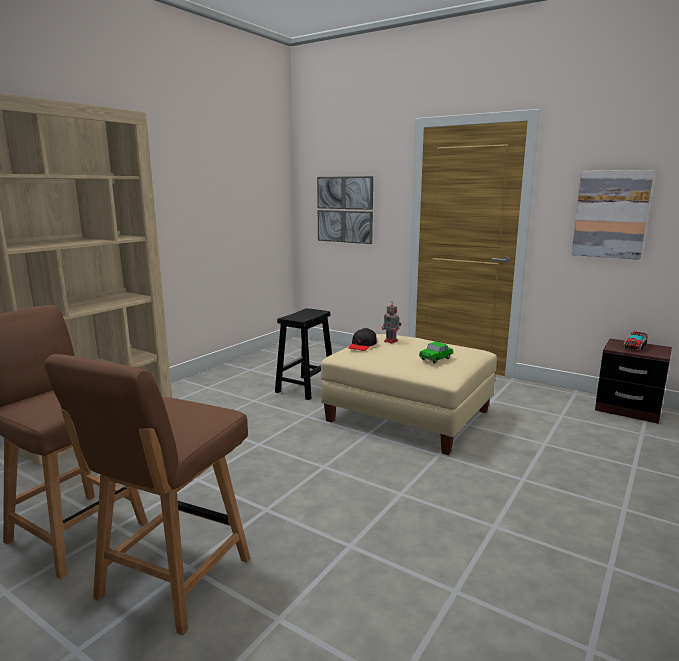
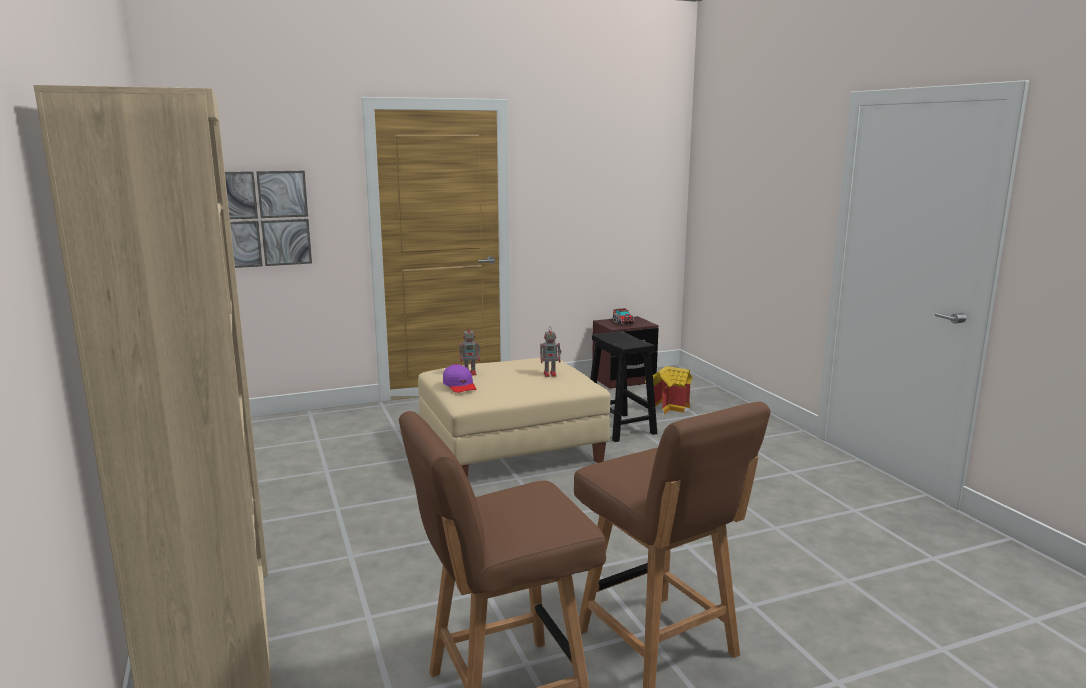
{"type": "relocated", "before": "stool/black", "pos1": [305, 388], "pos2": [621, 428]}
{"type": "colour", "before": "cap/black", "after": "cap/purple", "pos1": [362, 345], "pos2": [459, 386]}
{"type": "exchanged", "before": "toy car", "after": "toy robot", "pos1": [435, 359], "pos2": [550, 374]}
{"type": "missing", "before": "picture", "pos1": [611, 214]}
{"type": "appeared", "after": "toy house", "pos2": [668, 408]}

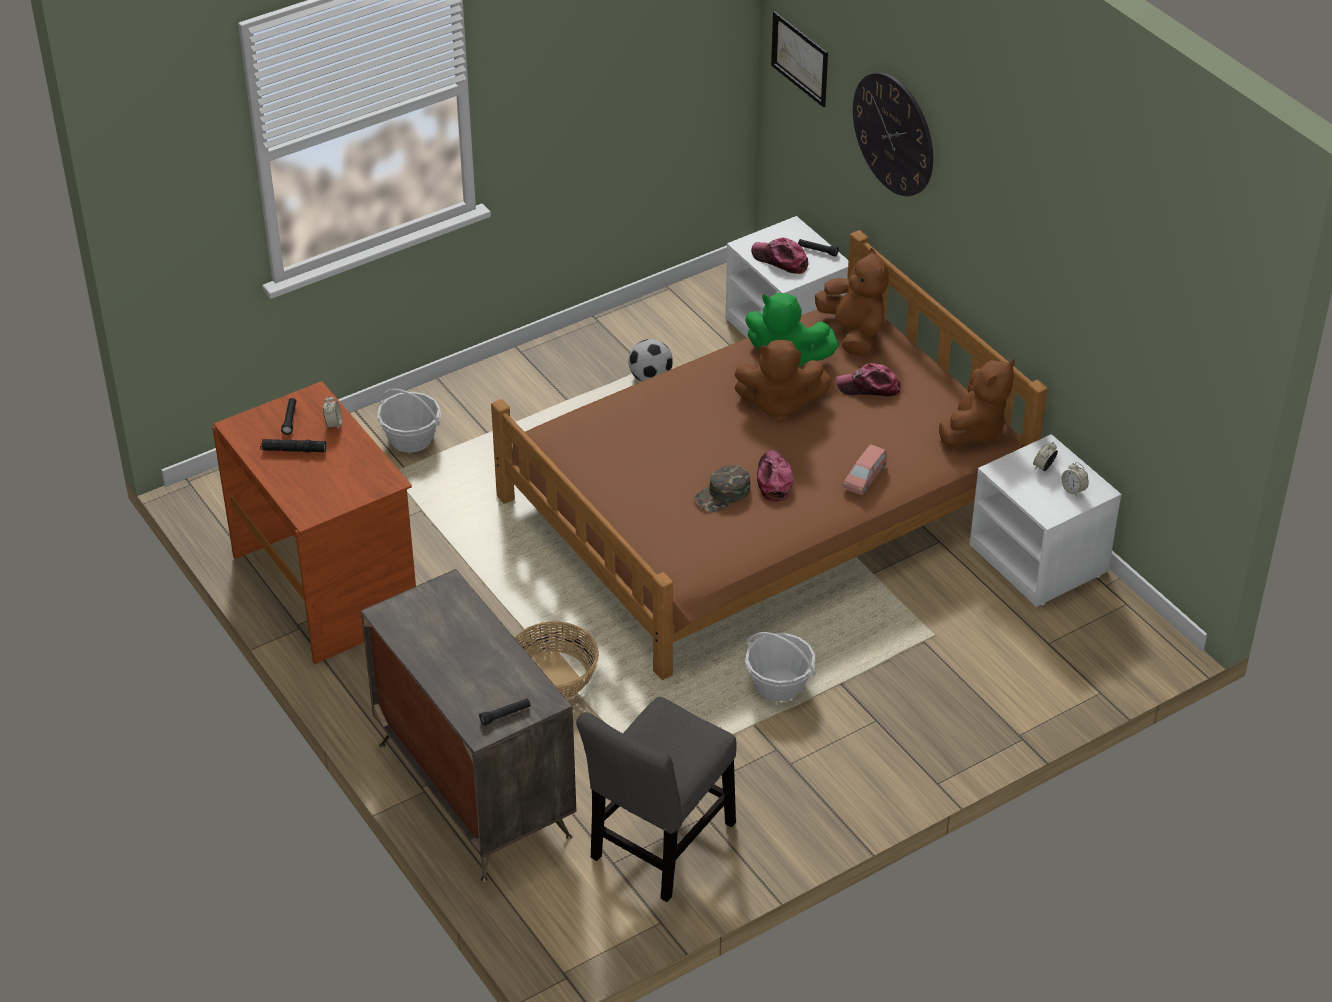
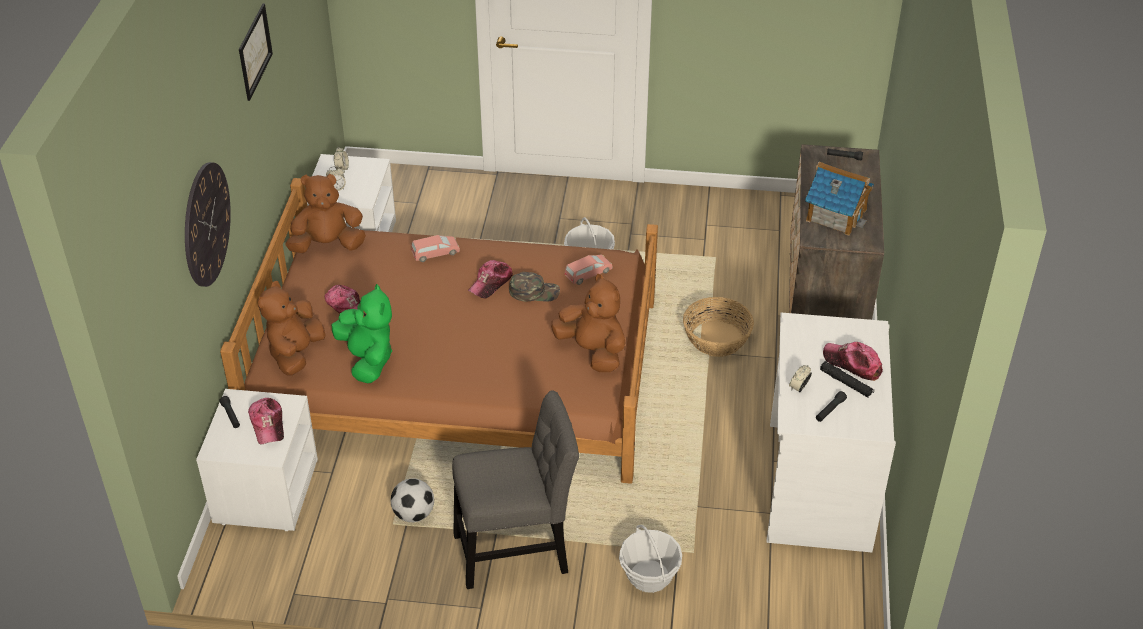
{"type": "colour", "before": "desk/brown", "after": "desk/white", "pos1": [327, 586], "pos2": [816, 485]}
{"type": "relocated", "before": "chair/grey", "pos1": [659, 846], "pos2": [517, 550]}
{"type": "relocated", "before": "plush toy/brown", "pos1": [779, 405], "pos2": [592, 351]}
{"type": "relocated", "before": "picture", "pos1": [800, 58], "pos2": [255, 51]}
{"type": "appeared", "after": "toy car/pink", "pos2": [588, 274]}
{"type": "appeared", "after": "toy house", "pos2": [836, 215]}
{"type": "appeared", "after": "cap", "pos2": [852, 364]}

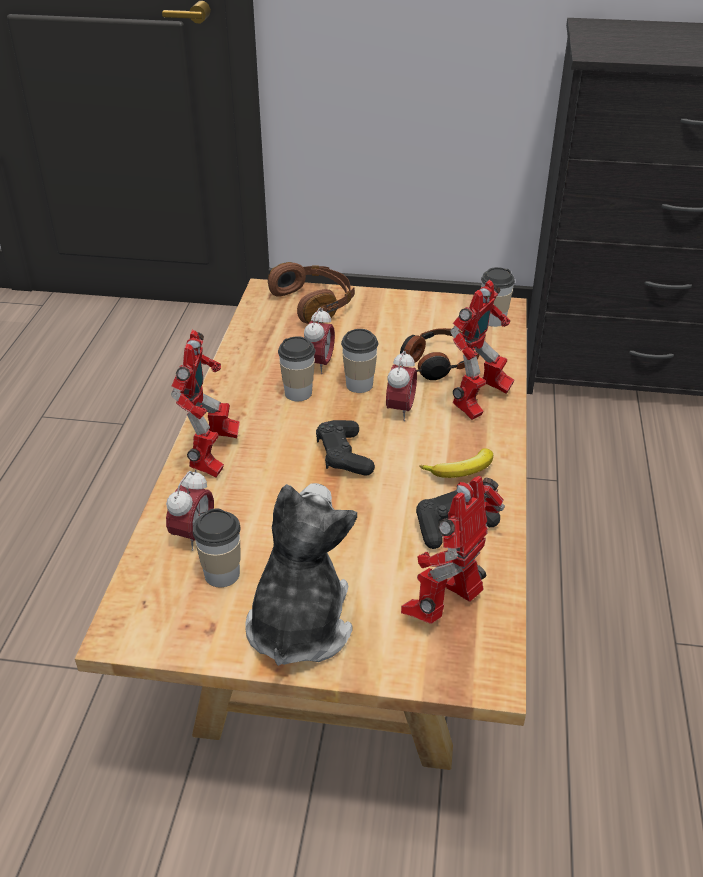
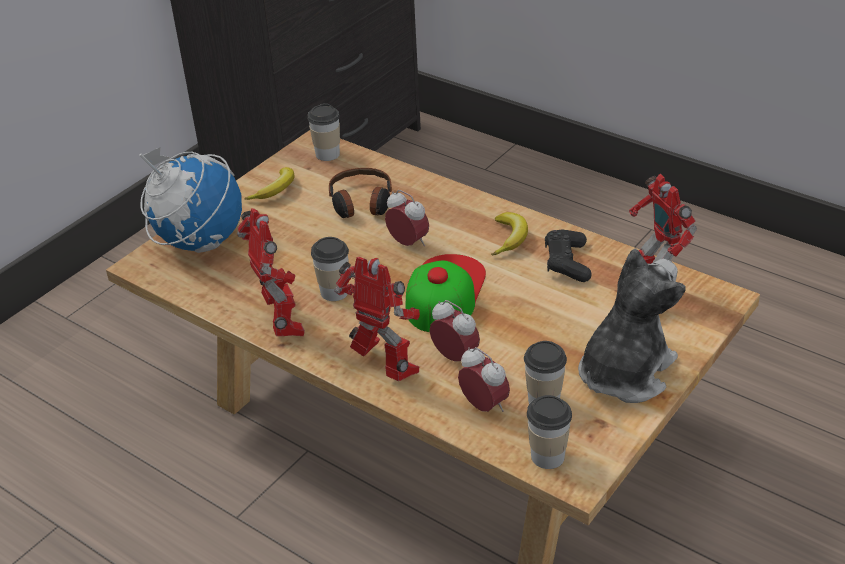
{"type": "spun", "before": "plush toy", "pos1": [299, 624], "pos2": [624, 372], "turn": 90}
{"type": "exchanged", "before": "headphones/brown", "after": "globe", "pos1": [314, 303], "pos2": [199, 241]}
{"type": "relocated", "before": "alarm clock", "pos1": [319, 364], "pos2": [455, 357]}
{"type": "exchanged", "before": "game controller/black", "after": "cap", "pos1": [343, 456], "pos2": [444, 292]}
{"type": "relocated", "before": "cup", "pos1": [359, 385], "pos2": [547, 456]}
{"type": "relocated", "before": "toy robot", "pos1": [478, 403], "pos2": [282, 323]}
{"type": "appeared", "after": "banana", "pos2": [276, 190]}

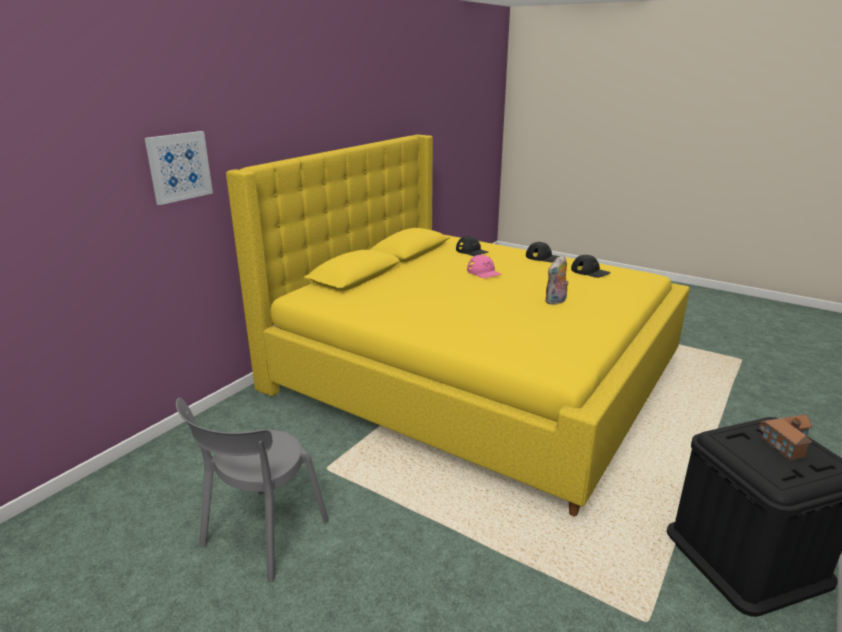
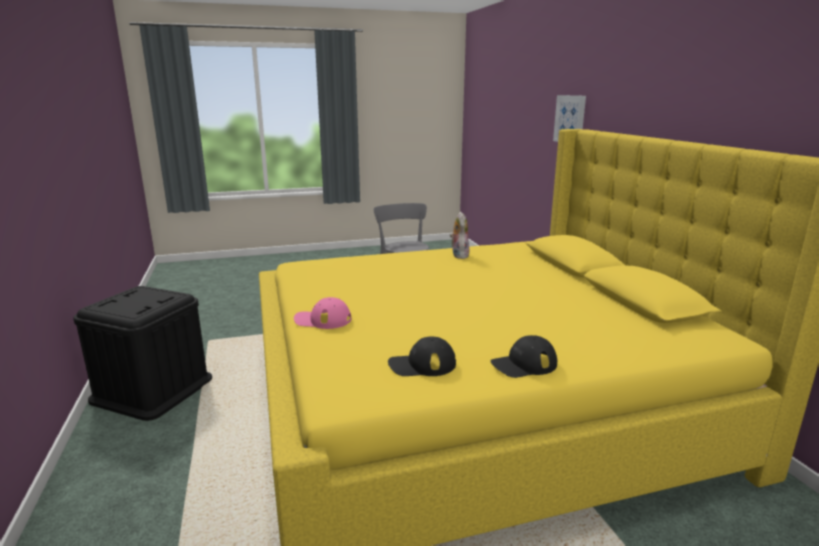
{"type": "missing", "before": "cap/black", "pos1": [472, 251]}
{"type": "relocated", "before": "cap/pink", "pos1": [484, 272], "pos2": [322, 320]}
{"type": "relocated", "before": "plush toy", "pos1": [556, 301], "pos2": [459, 255]}
{"type": "missing", "before": "toy house", "pos1": [784, 442]}

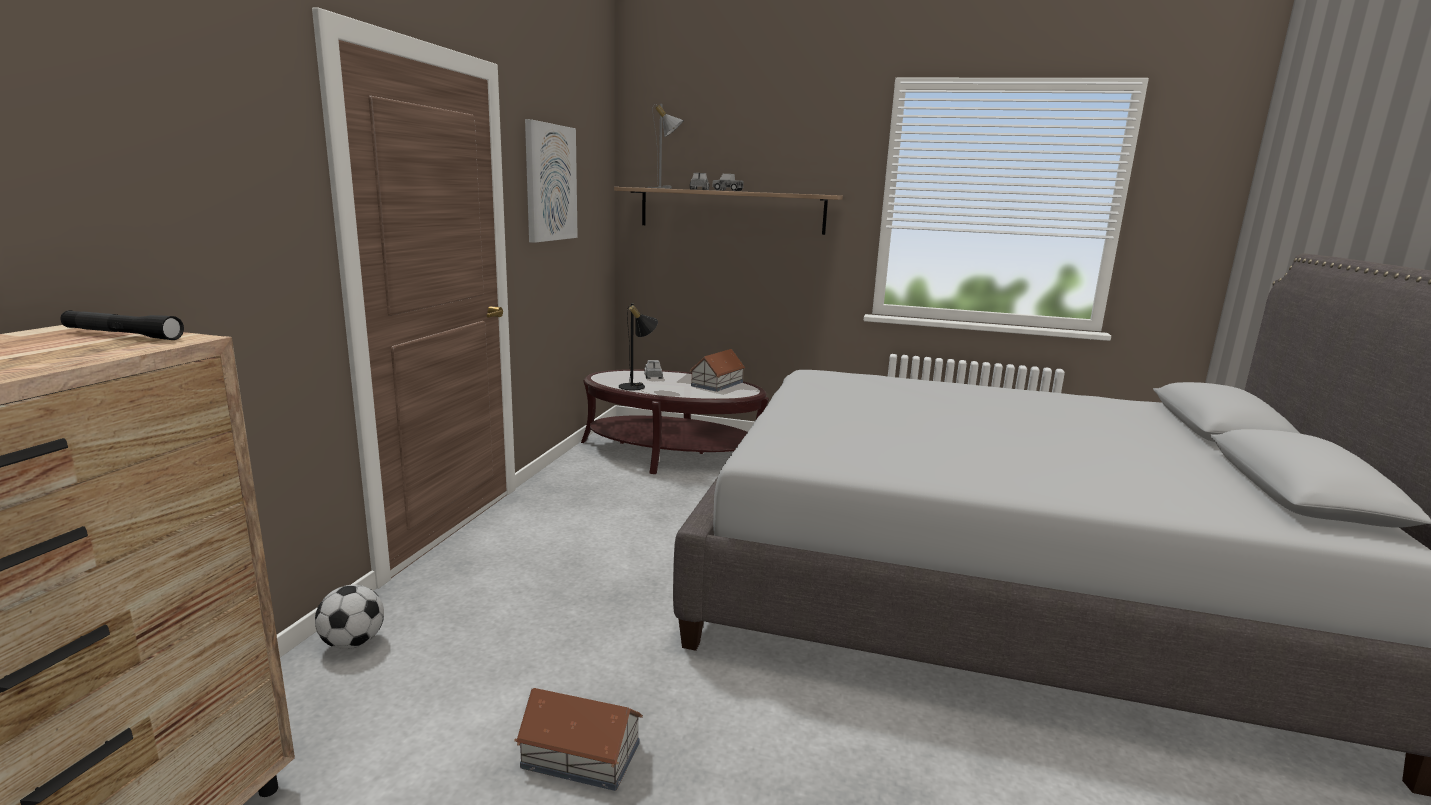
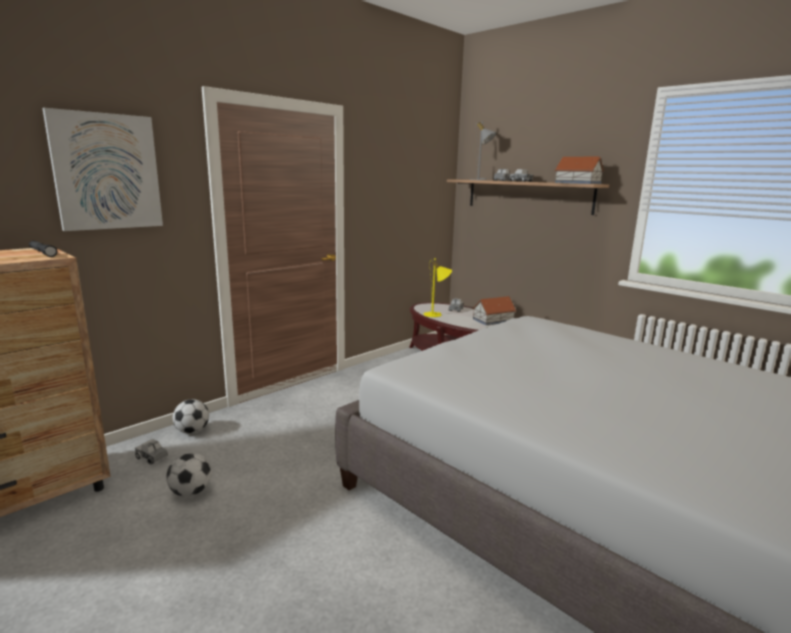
{"type": "relocated", "before": "toy house", "pos1": [582, 755], "pos2": [577, 183]}
{"type": "relocated", "before": "picture", "pos1": [550, 183], "pos2": [107, 172]}
{"type": "colour", "before": "table lamp/black", "after": "table lamp/yellow", "pos1": [637, 386], "pos2": [436, 315]}
{"type": "appeared", "after": "toy truck", "pos2": [152, 457]}
{"type": "appeared", "after": "football", "pos2": [191, 492]}

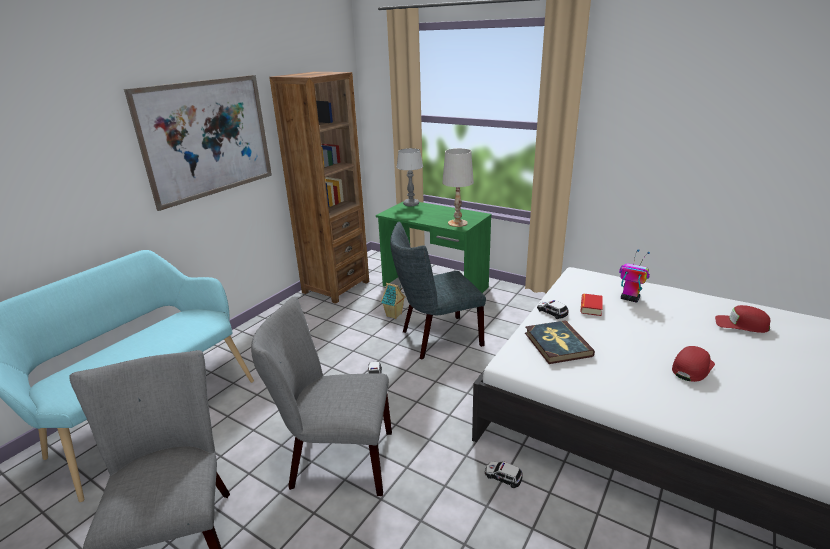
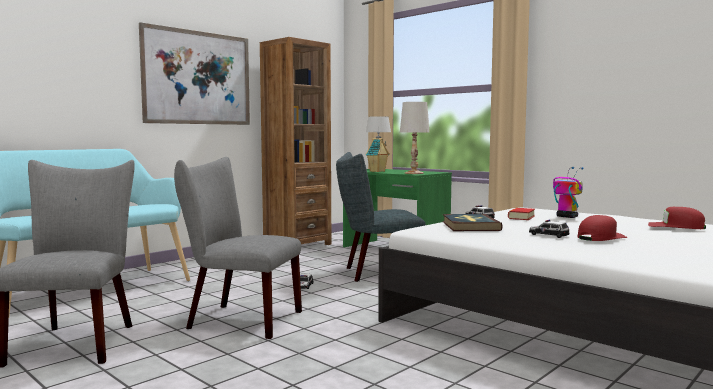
{"type": "relocated", "before": "toy house", "pos1": [394, 315], "pos2": [377, 171]}
{"type": "relocated", "before": "toy car", "pos1": [503, 476], "pos2": [548, 235]}

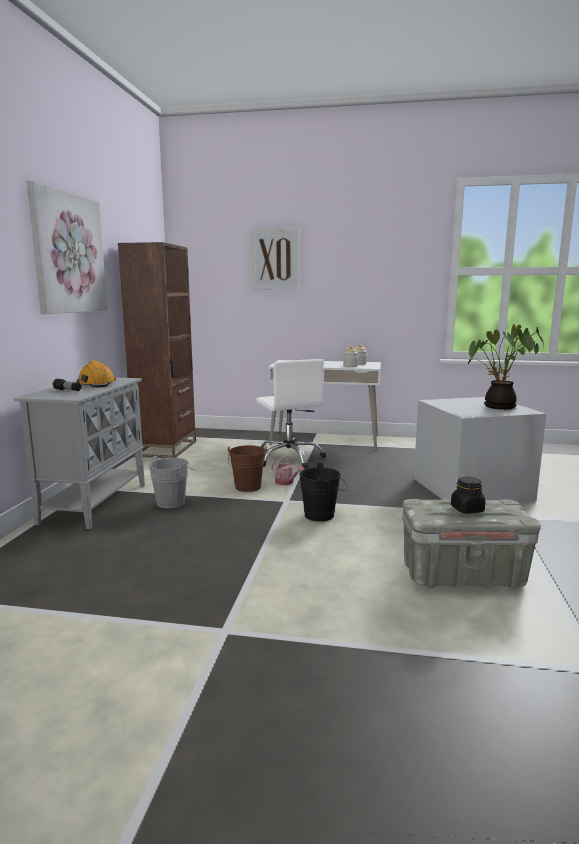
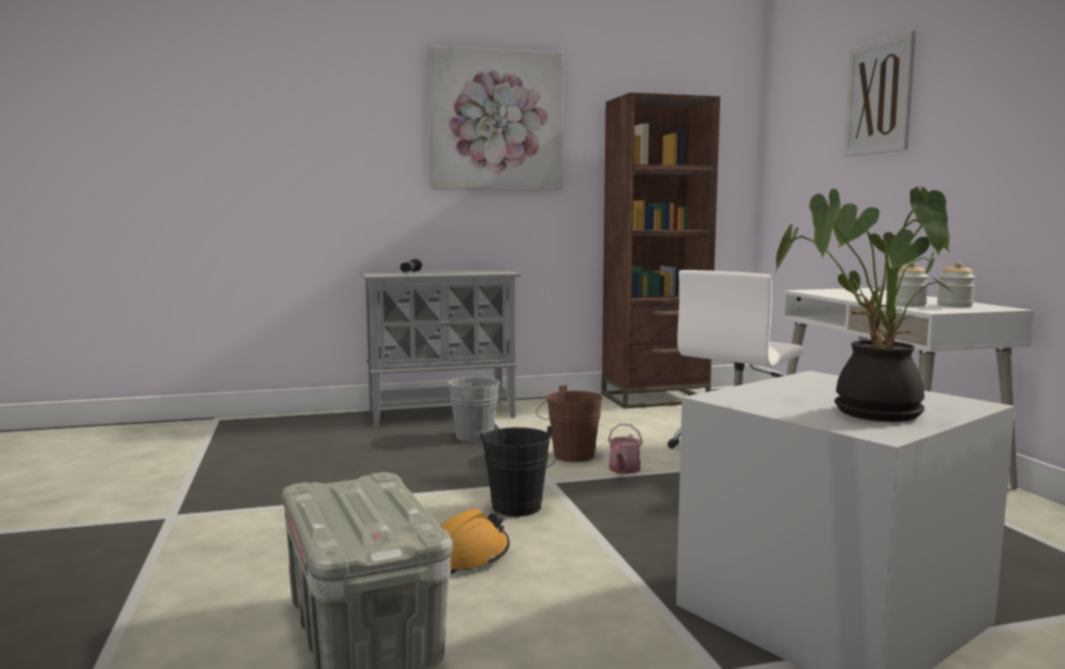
{"type": "relocated", "before": "hard hat/orange", "pos1": [96, 384], "pos2": [468, 557]}
{"type": "missing", "before": "jar/black", "pos1": [467, 509]}

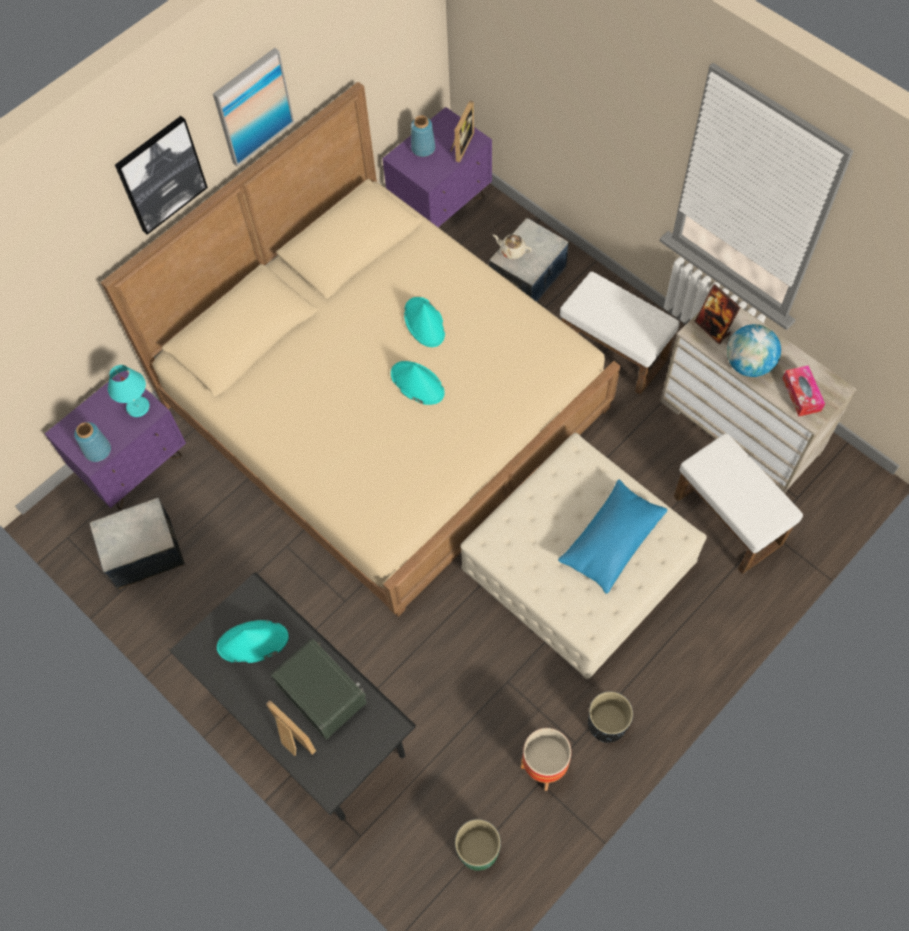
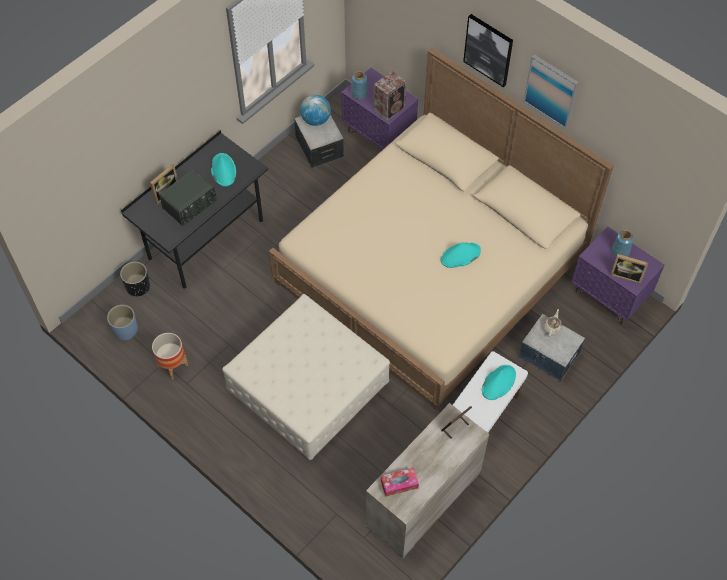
{"type": "exchanged", "before": "table lamp/turquoise", "after": "speaker", "pos1": [137, 407], "pos2": [390, 109]}
{"type": "relocated", "before": "hat/turquoise", "pos1": [417, 383], "pos2": [498, 382]}
{"type": "colour", "before": "planter/green", "after": "planter/blue", "pos1": [477, 850], "pos2": [125, 329]}
{"type": "missing", "before": "pillow/blue", "pos1": [611, 541]}
{"type": "relocated", "before": "planter/black", "pos1": [607, 724], "pos2": [137, 287]}
{"type": "missing", "before": "ottoman/white", "pos1": [729, 520]}
{"type": "relocated", "before": "globe", "pos1": [748, 364], "pos2": [316, 120]}

